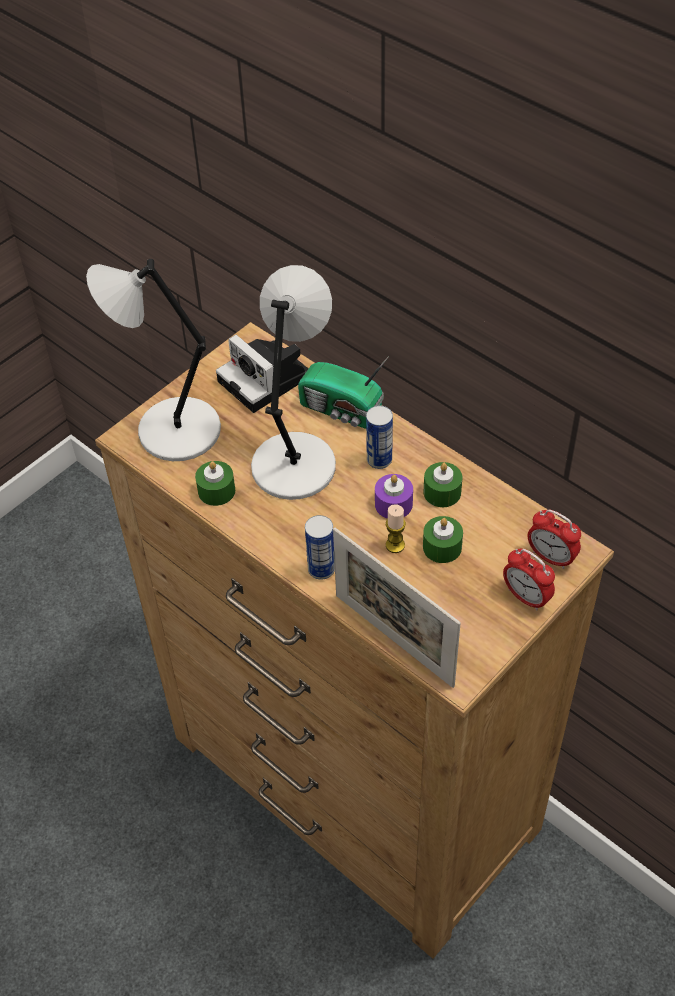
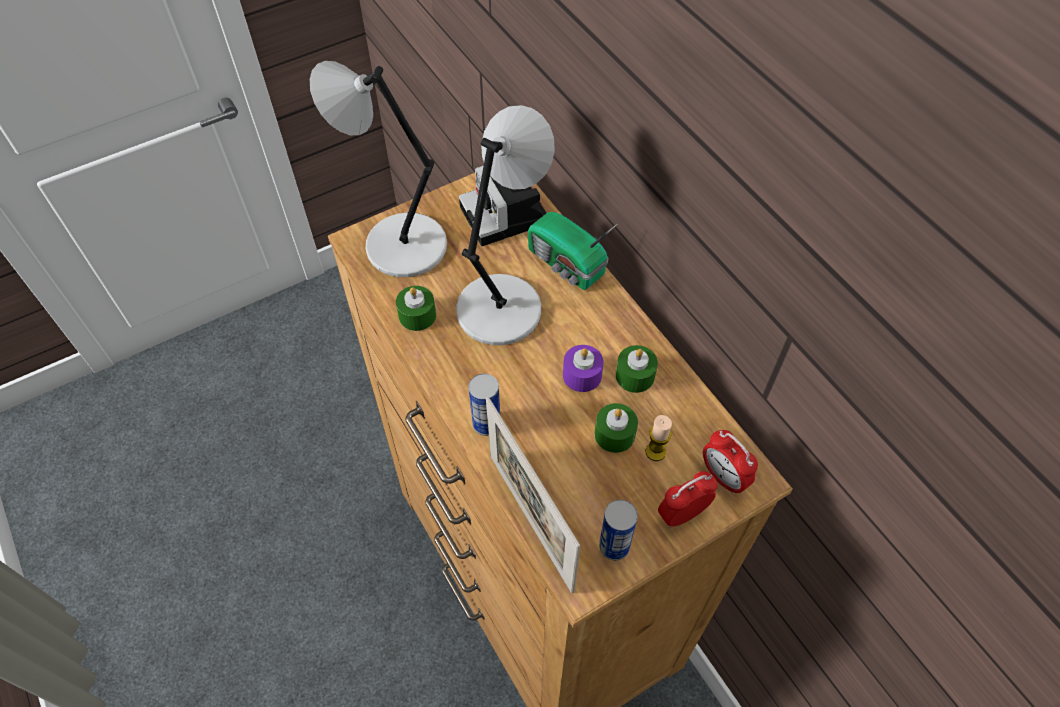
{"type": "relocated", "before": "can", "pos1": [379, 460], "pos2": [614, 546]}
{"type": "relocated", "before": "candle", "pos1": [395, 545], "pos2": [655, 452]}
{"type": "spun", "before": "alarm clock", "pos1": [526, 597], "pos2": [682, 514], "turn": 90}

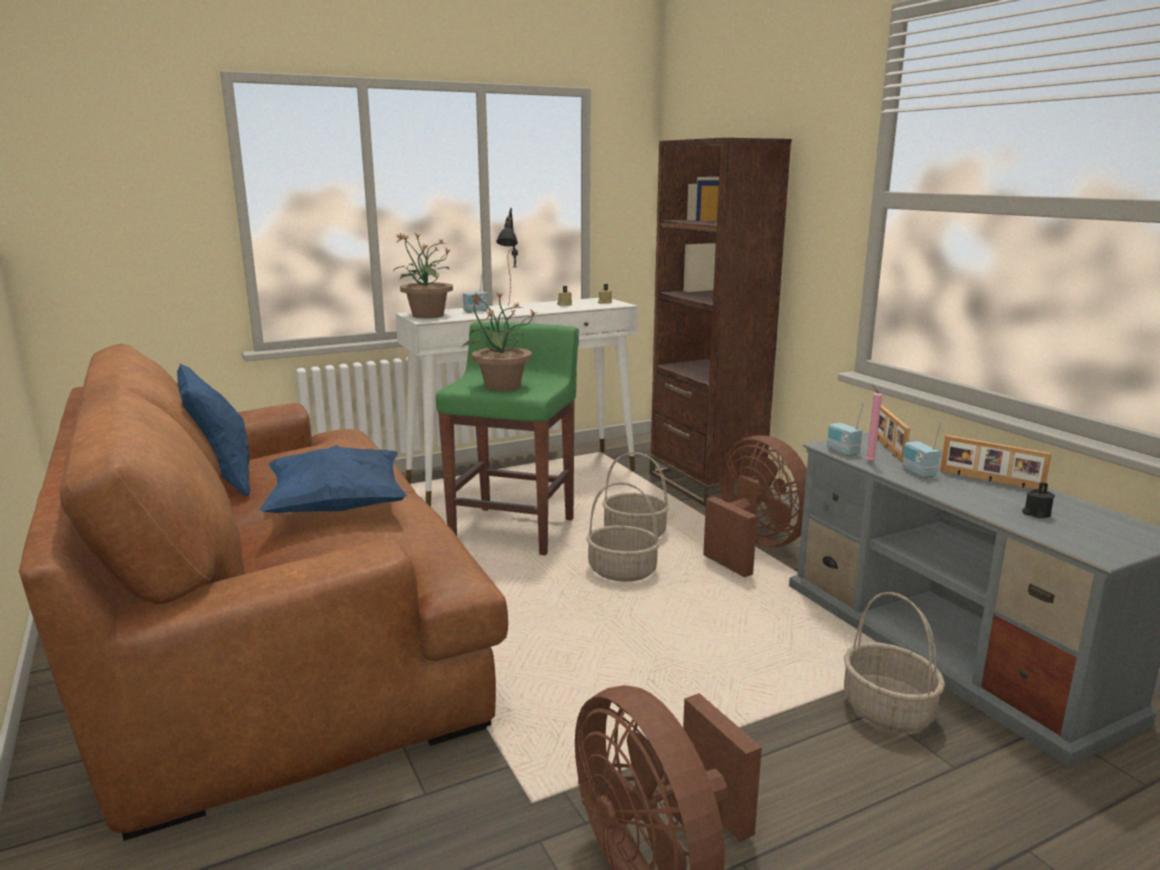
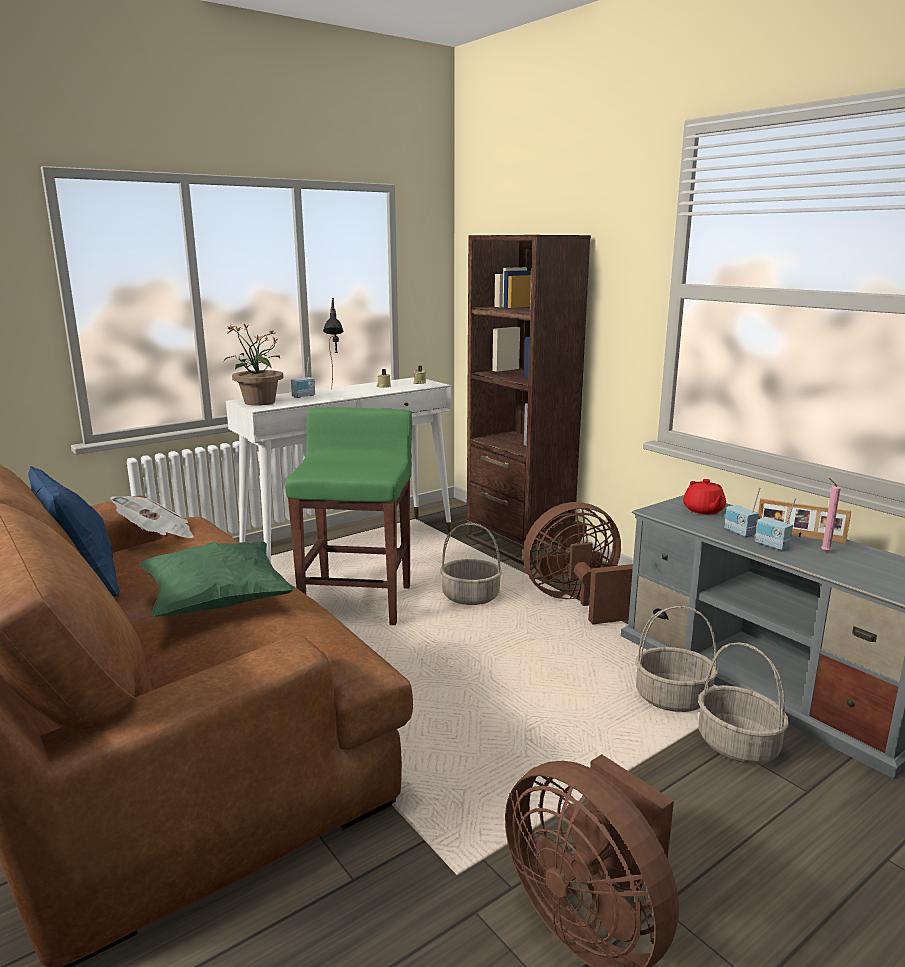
{"type": "colour", "before": "pillow/blue", "after": "pillow/green", "pos1": [337, 508], "pos2": [217, 603]}
{"type": "missing", "before": "potted plant", "pos1": [501, 386]}
{"type": "relocated", "before": "basket", "pos1": [621, 572], "pos2": [672, 698]}
{"type": "spun", "before": "fan/brown", "pos1": [753, 548], "pos2": [578, 602], "turn": -60}
{"type": "relocated", "before": "radio", "pos1": [842, 451], "pos2": [771, 545]}
{"type": "relocated", "before": "candle/pink", "pos1": [868, 462], "pos2": [824, 551]}
{"type": "exchanged", "before": "picture frame", "after": "teapot/red", "pos1": [887, 448], "pos2": [703, 510]}
{"type": "missing", "before": "candle/black", "pos1": [1036, 514]}
{"type": "appeared", "after": "newspaper", "pos2": [157, 536]}

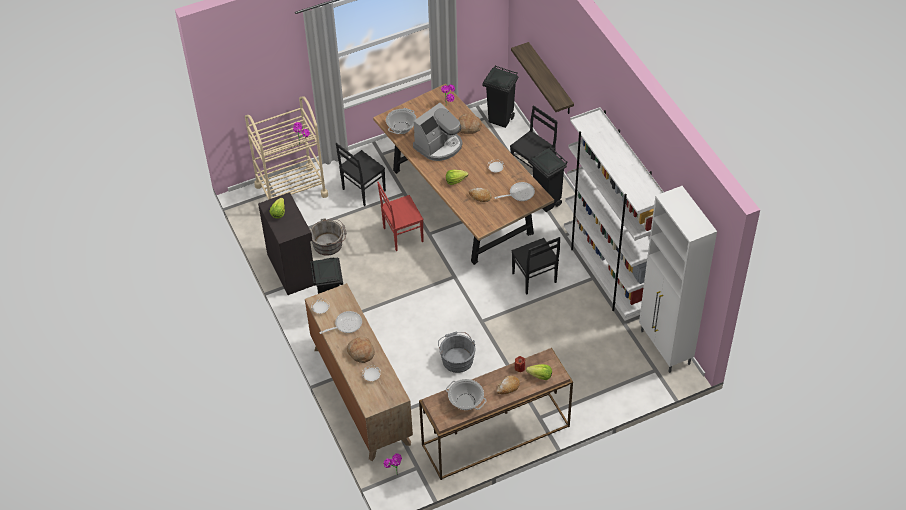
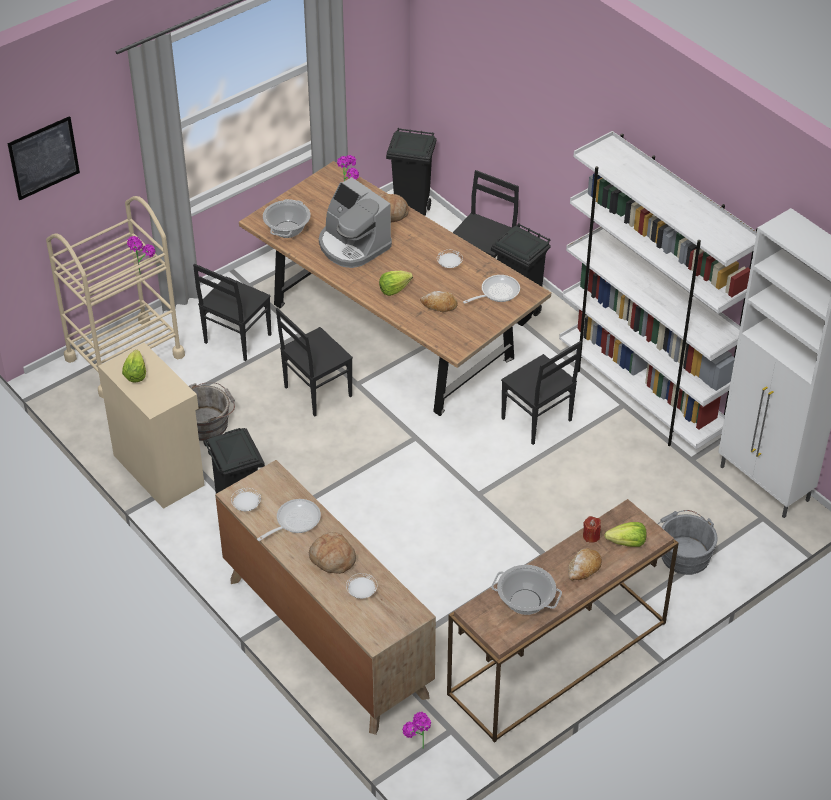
{"type": "colour", "before": "cabinet/black", "after": "cabinet/beige", "pos1": [292, 269], "pos2": [159, 469]}
{"type": "colour", "before": "chair/red", "after": "chair/black", "pos1": [402, 234], "pos2": [316, 391]}
{"type": "spun", "before": "coffee machine", "pos1": [439, 146], "pos2": [352, 245], "turn": 105}
{"type": "relocated", "before": "bucket/grey", "pos1": [457, 358], "pos2": [683, 553]}
{"type": "missing", "before": "shelf", "pos1": [550, 80]}
{"type": "appeared", "after": "picture", "pos2": [43, 158]}

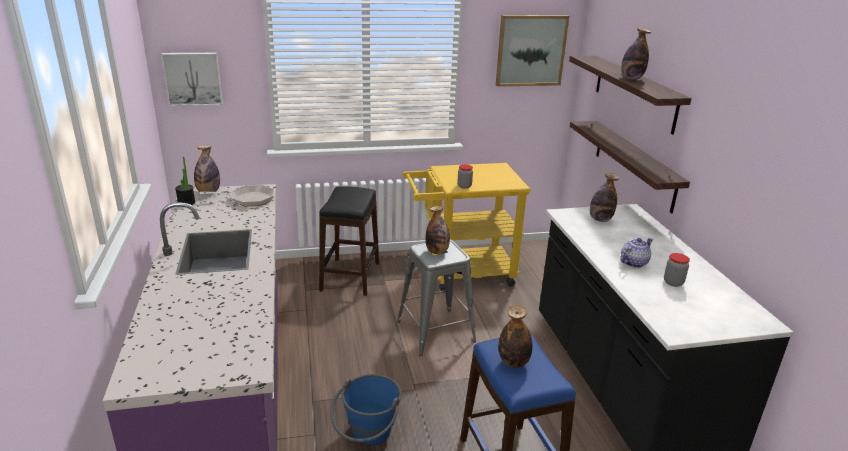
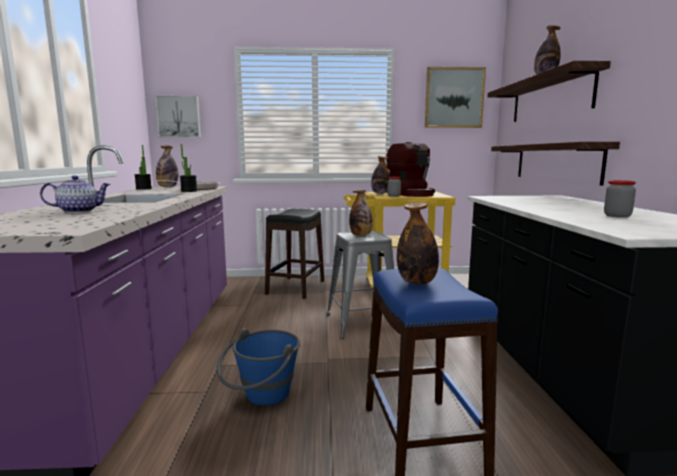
{"type": "relocated", "before": "bottle", "pos1": [600, 219], "pos2": [380, 193]}
{"type": "relocated", "before": "teapot", "pos1": [633, 262], "pos2": [79, 211]}
{"type": "appeared", "after": "potted plant", "pos2": [189, 191]}
{"type": "appeared", "after": "coffee machine", "pos2": [411, 194]}

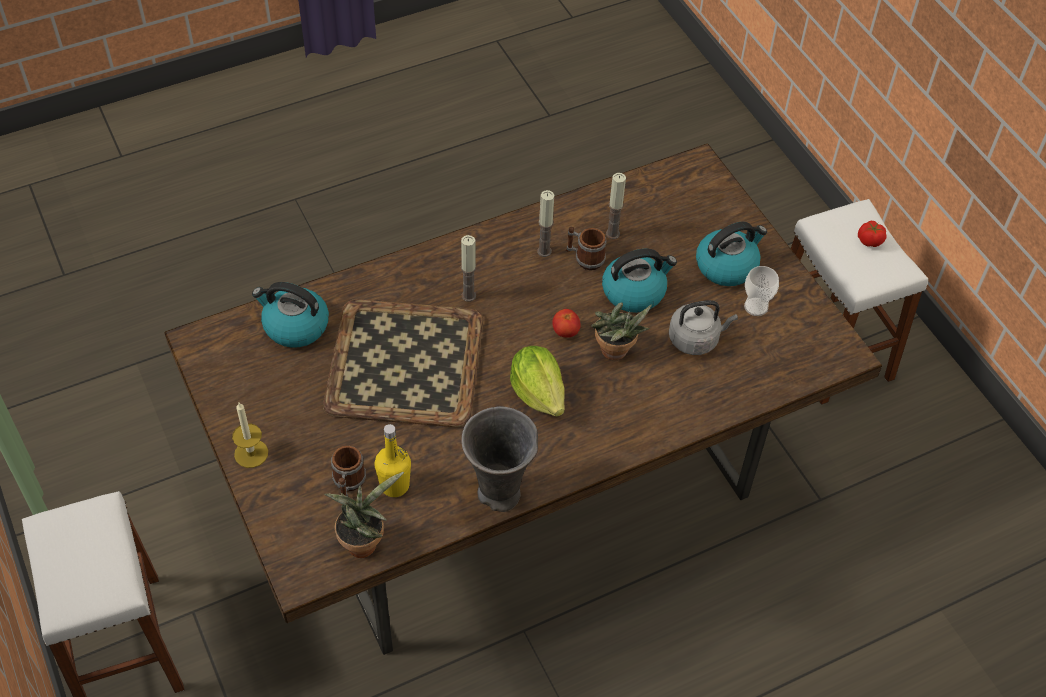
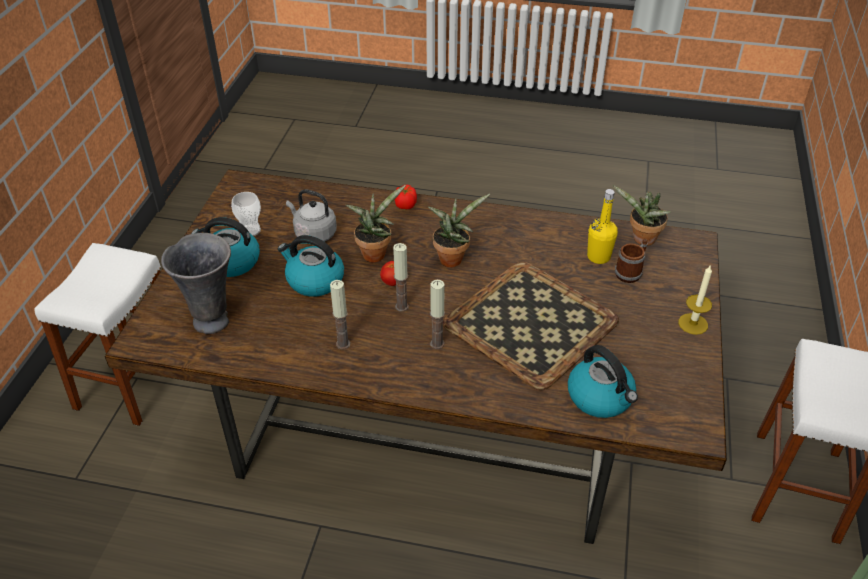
{"type": "relocated", "before": "vase/grey", "pos1": [499, 495], "pos2": [212, 320]}
{"type": "exchanged", "before": "lettuce", "after": "potted plant", "pos1": [538, 393], "pos2": [452, 257]}
{"type": "missing", "before": "mug", "pos1": [584, 258]}
{"type": "relocated", "before": "candle", "pos1": [612, 233], "pos2": [401, 306]}
{"type": "relocated", "before": "tomato", "pos1": [869, 241], "pos2": [405, 205]}

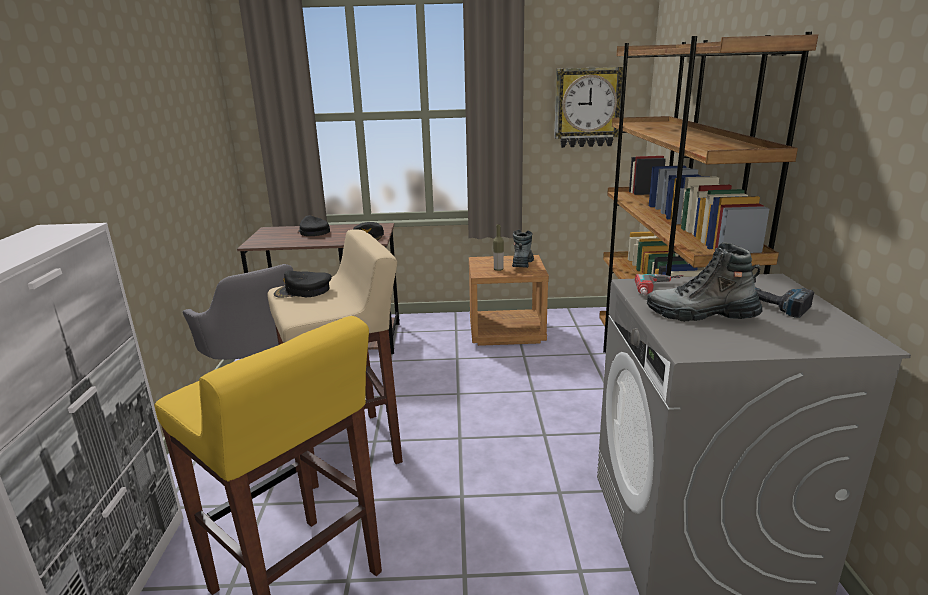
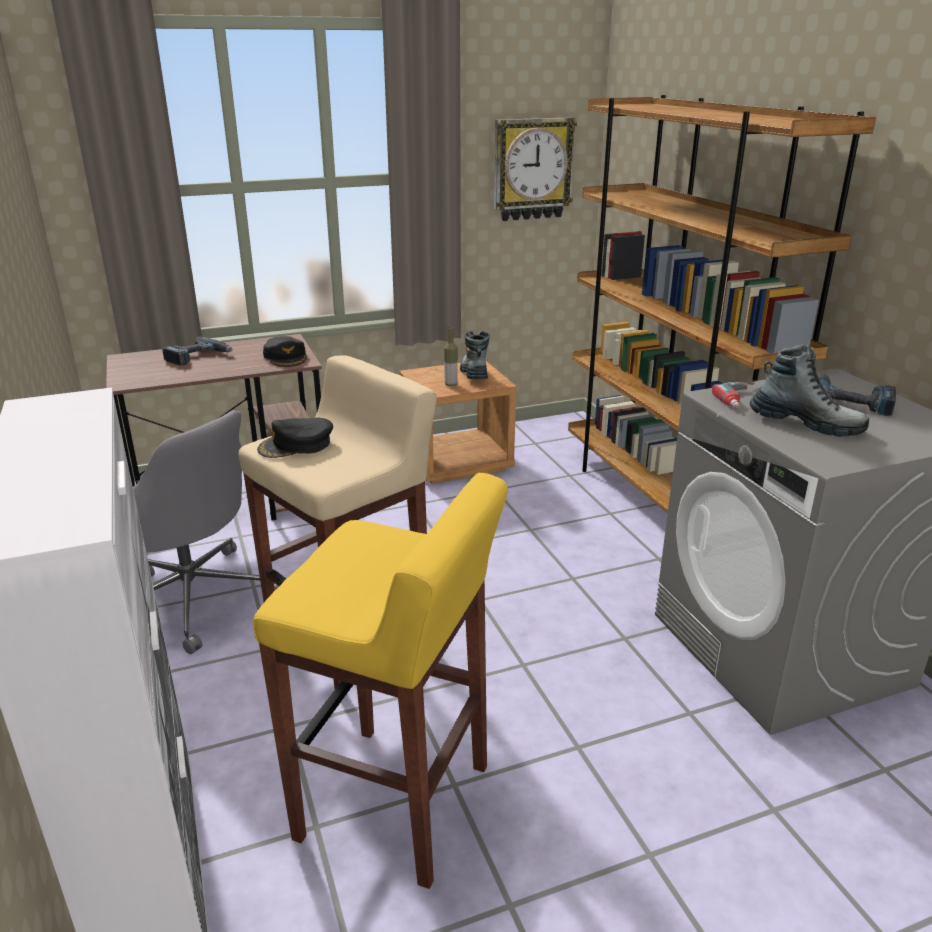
{"type": "exchanged", "before": "cap/black", "after": "power drill", "pos1": [313, 232], "pos2": [198, 357]}
{"type": "spun", "before": "boot", "pos1": [701, 315], "pos2": [805, 424], "turn": -150}

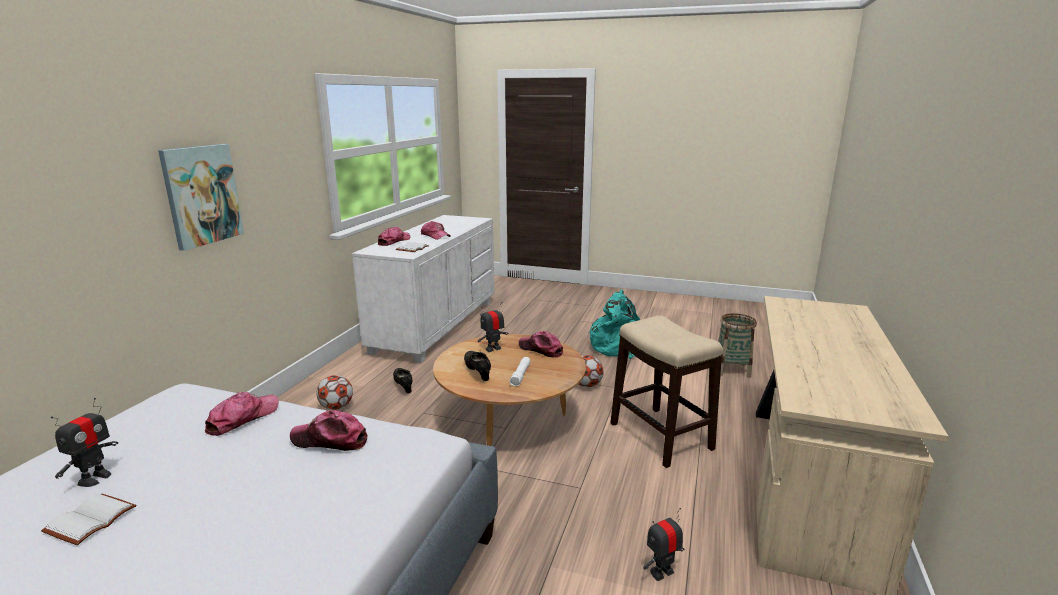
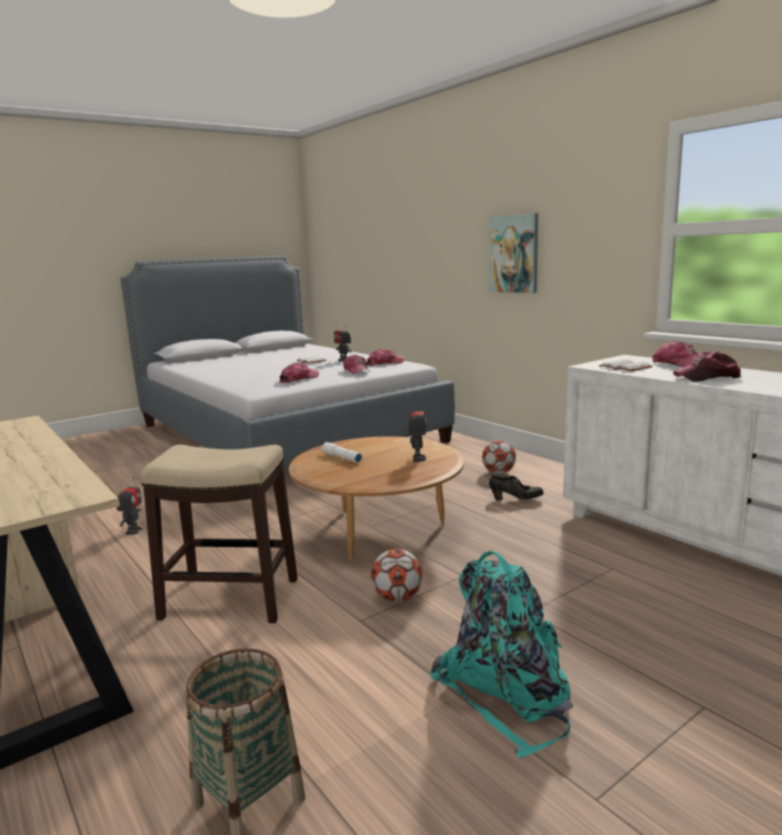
{"type": "missing", "before": "shoe/black", "pos1": [477, 372]}
{"type": "relocated", "before": "cap", "pos1": [541, 349], "pos2": [385, 363]}

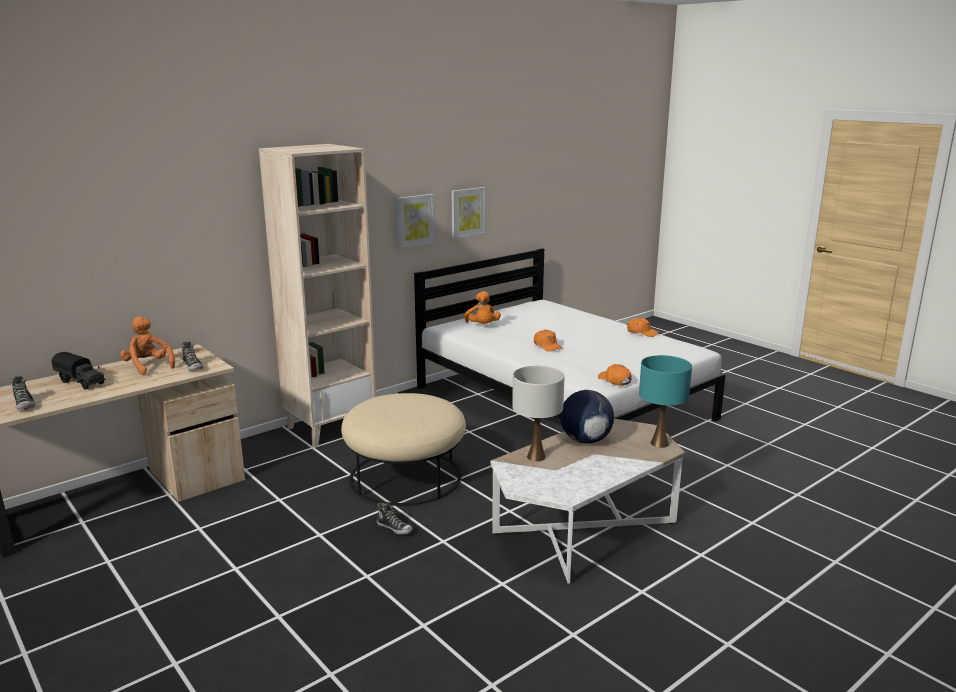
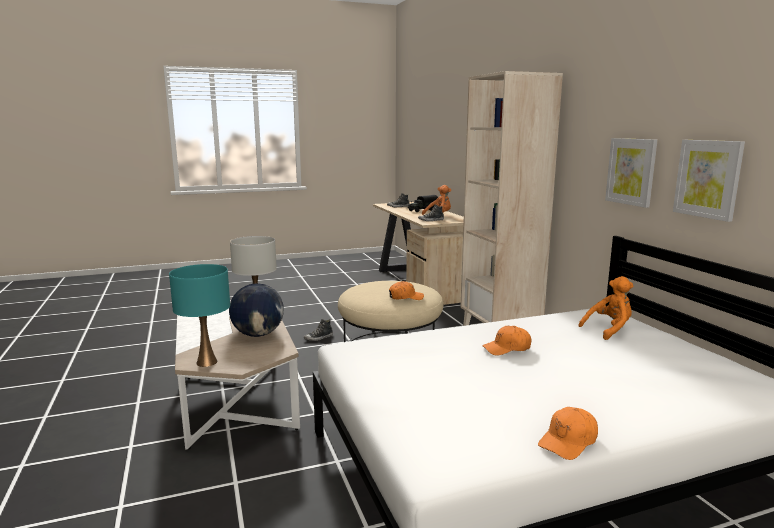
{"type": "spun", "before": "plush toy/orange", "pos1": [482, 326], "pos2": [609, 330], "turn": 150}
{"type": "relocated", "before": "cap/orange", "pos1": [614, 380], "pos2": [405, 297]}

